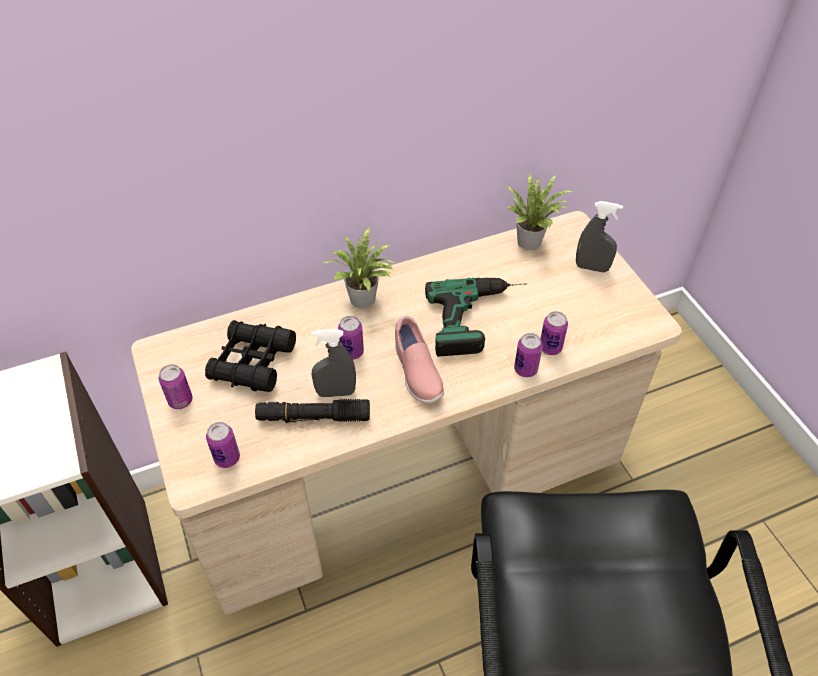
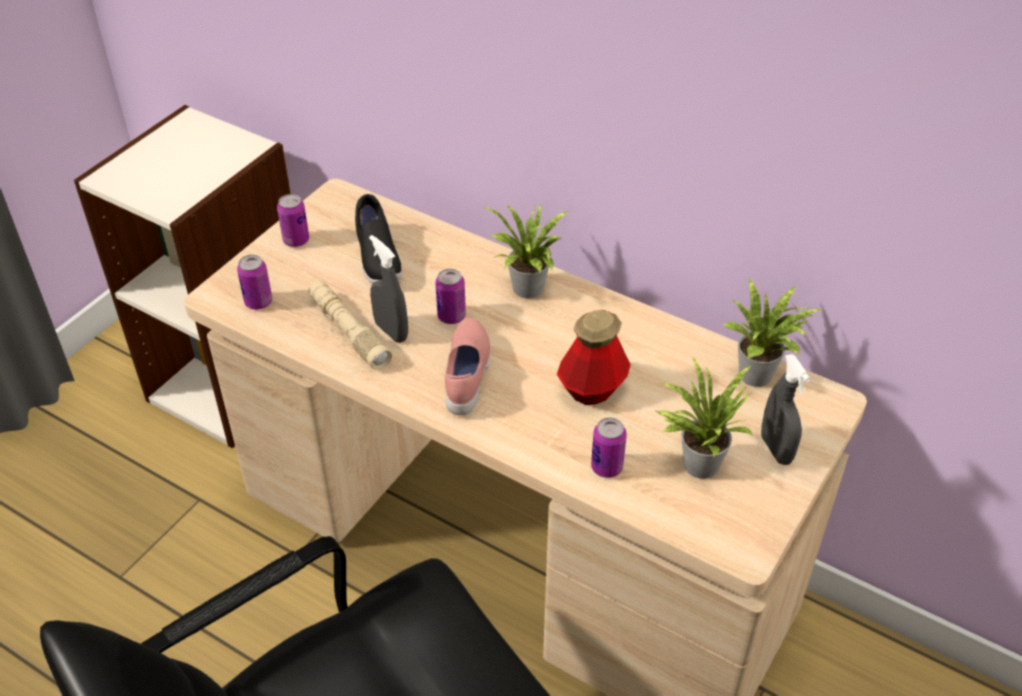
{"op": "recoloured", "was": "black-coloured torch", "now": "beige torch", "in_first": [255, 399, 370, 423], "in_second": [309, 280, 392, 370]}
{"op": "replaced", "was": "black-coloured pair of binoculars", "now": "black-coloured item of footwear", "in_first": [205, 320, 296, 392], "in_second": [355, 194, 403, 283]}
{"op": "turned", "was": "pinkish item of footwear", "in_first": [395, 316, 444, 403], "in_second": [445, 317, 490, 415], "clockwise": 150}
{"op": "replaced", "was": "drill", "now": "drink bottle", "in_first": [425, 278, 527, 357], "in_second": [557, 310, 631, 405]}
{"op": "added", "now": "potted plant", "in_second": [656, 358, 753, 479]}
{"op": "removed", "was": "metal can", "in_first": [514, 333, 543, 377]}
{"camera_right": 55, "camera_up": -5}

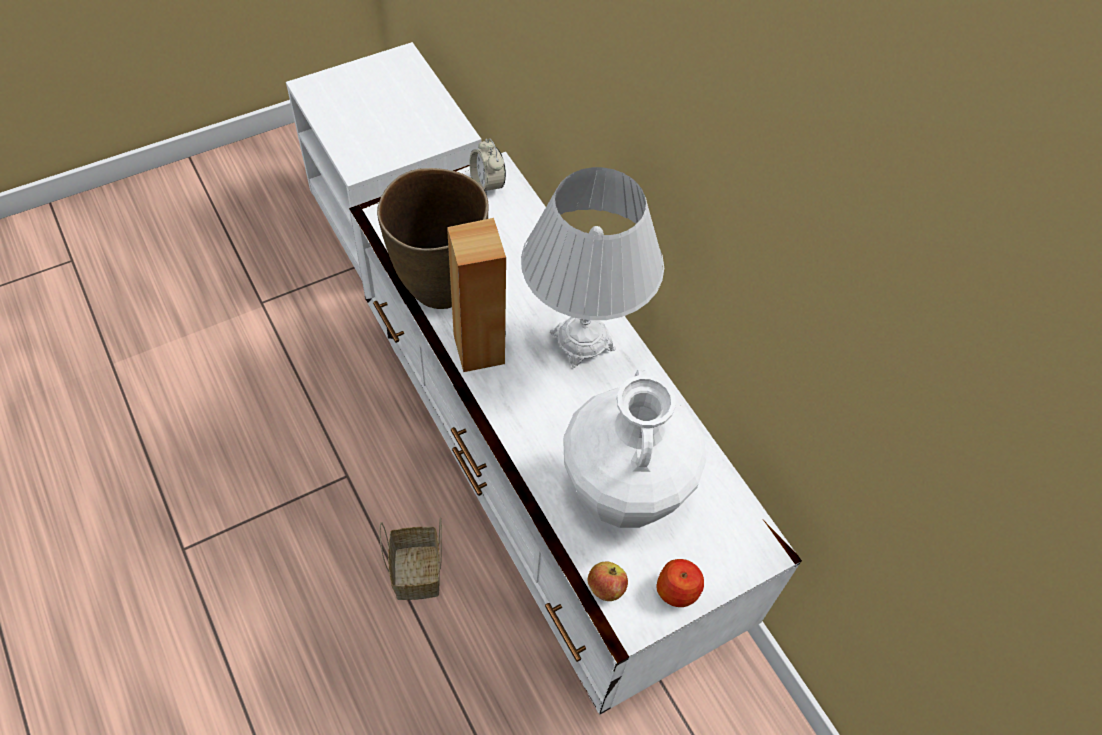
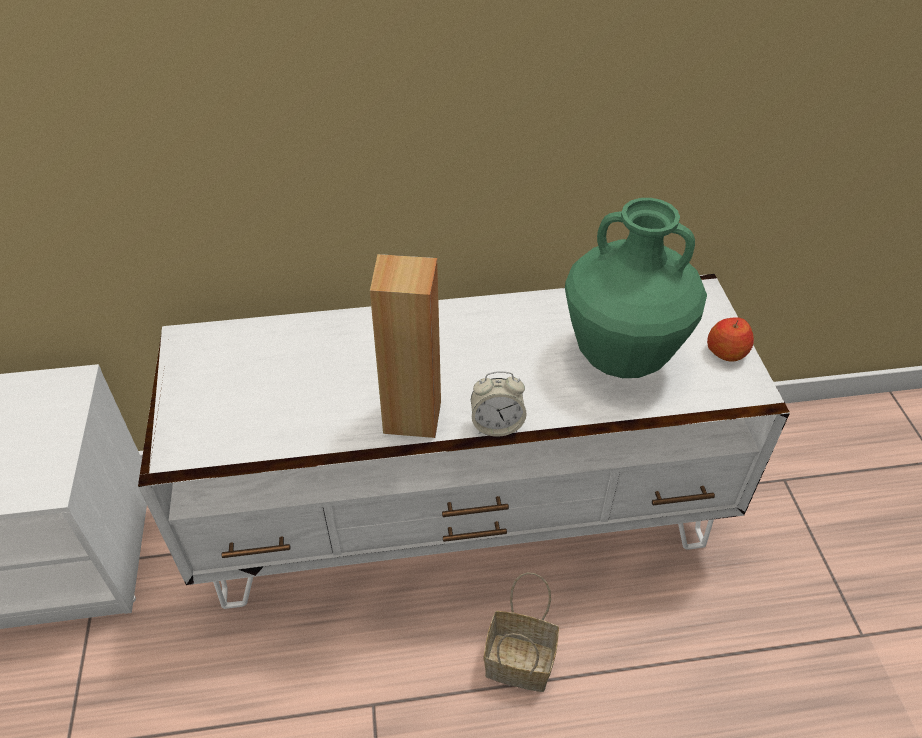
{"op": "moved", "was": "bedside clock", "in_first": [469, 138, 506, 194], "in_second": [471, 371, 527, 437]}
{"op": "recoloured", "was": "whitish decorative vase", "now": "green decorative vase", "in_first": [563, 370, 707, 528], "in_second": [565, 198, 707, 378]}
{"op": "removed", "was": "brown-coloured decorative vase", "in_first": [377, 168, 488, 309]}
{"op": "removed", "was": "whitish tabletop lamp", "in_first": [521, 167, 664, 368]}
{"op": "removed", "was": "apple", "in_first": [588, 561, 628, 601]}
{"camera_right": -65, "camera_up": -10}

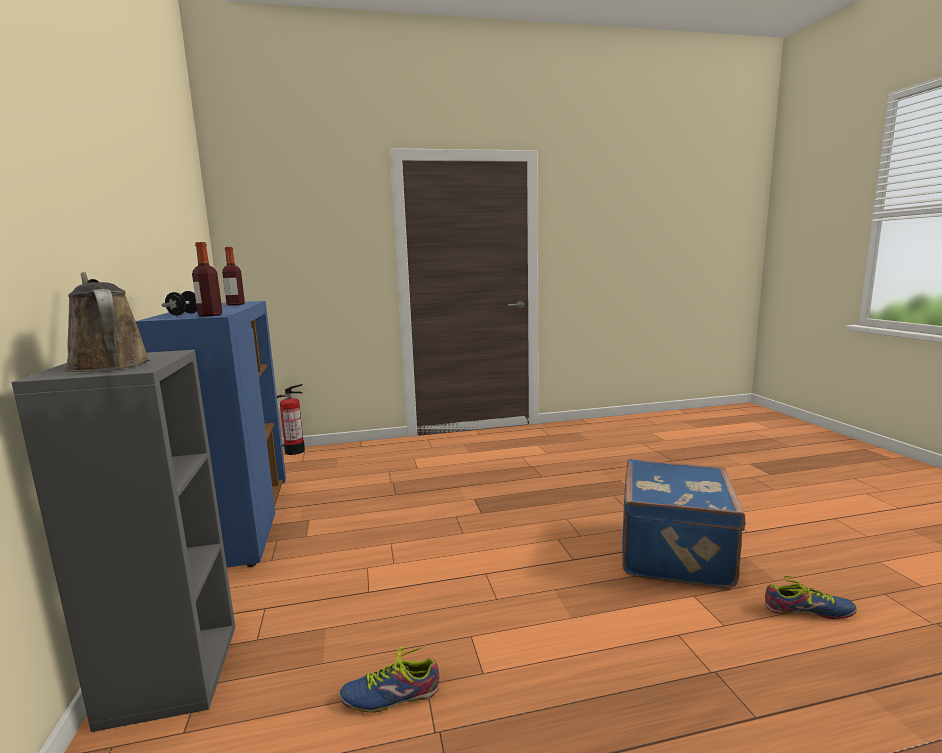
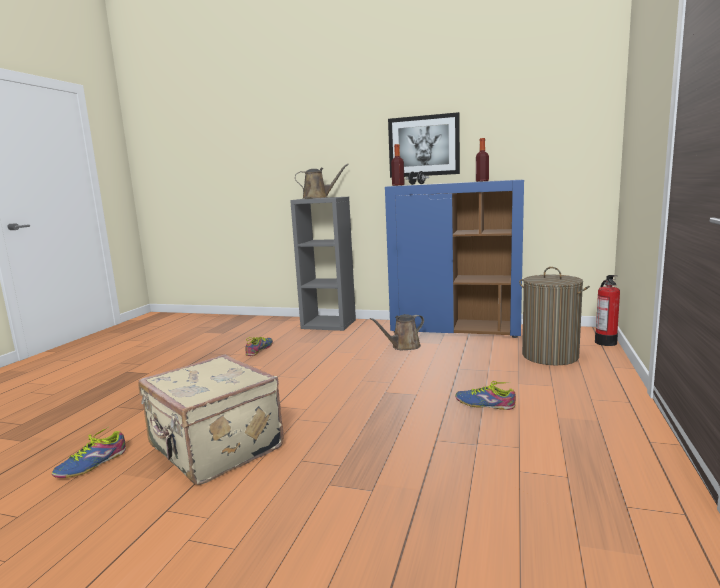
{"op": "recoloured", "was": "bluish suitcase", "now": "beige suitcase", "in_first": [622, 459, 747, 589], "in_second": [138, 354, 284, 485]}
{"op": "added", "now": "brown-coloured watering pot", "in_second": [370, 314, 424, 351]}
{"op": "added", "now": "wall picture", "in_second": [388, 112, 460, 178]}
{"op": "added", "now": "item of footwear", "in_second": [455, 381, 516, 410]}
{"op": "added", "now": "laundry basket", "in_second": [519, 267, 590, 365]}
{"camera_right": 120, "camera_up": 0}

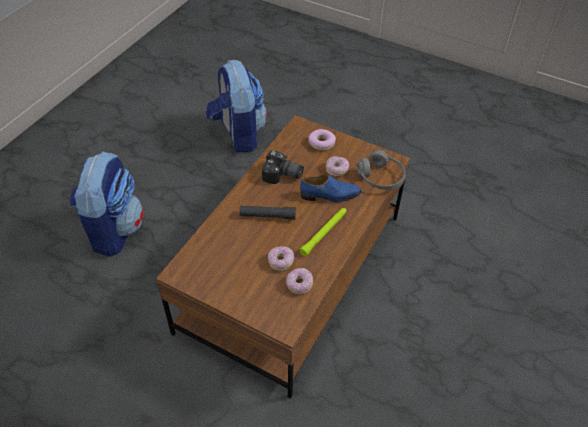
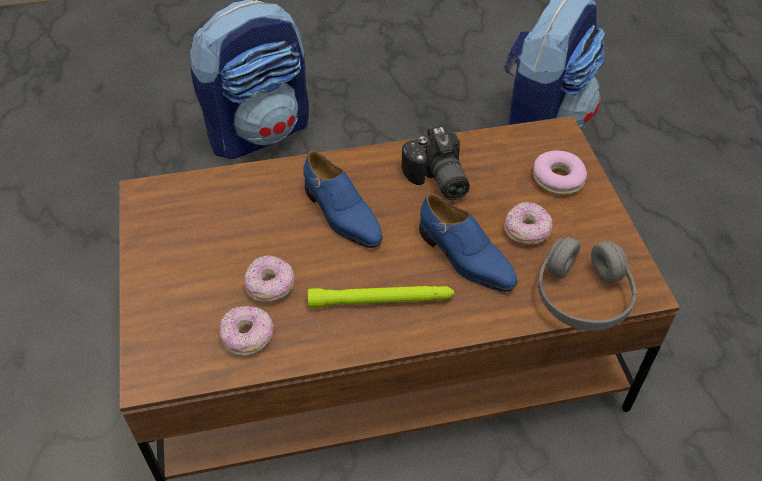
{"op": "replaced", "was": "black-coloured torch", "now": "bluish item of footwear", "in_first": [239, 206, 296, 220], "in_second": [303, 151, 383, 248]}
{"camera_right": 50, "camera_up": 0}

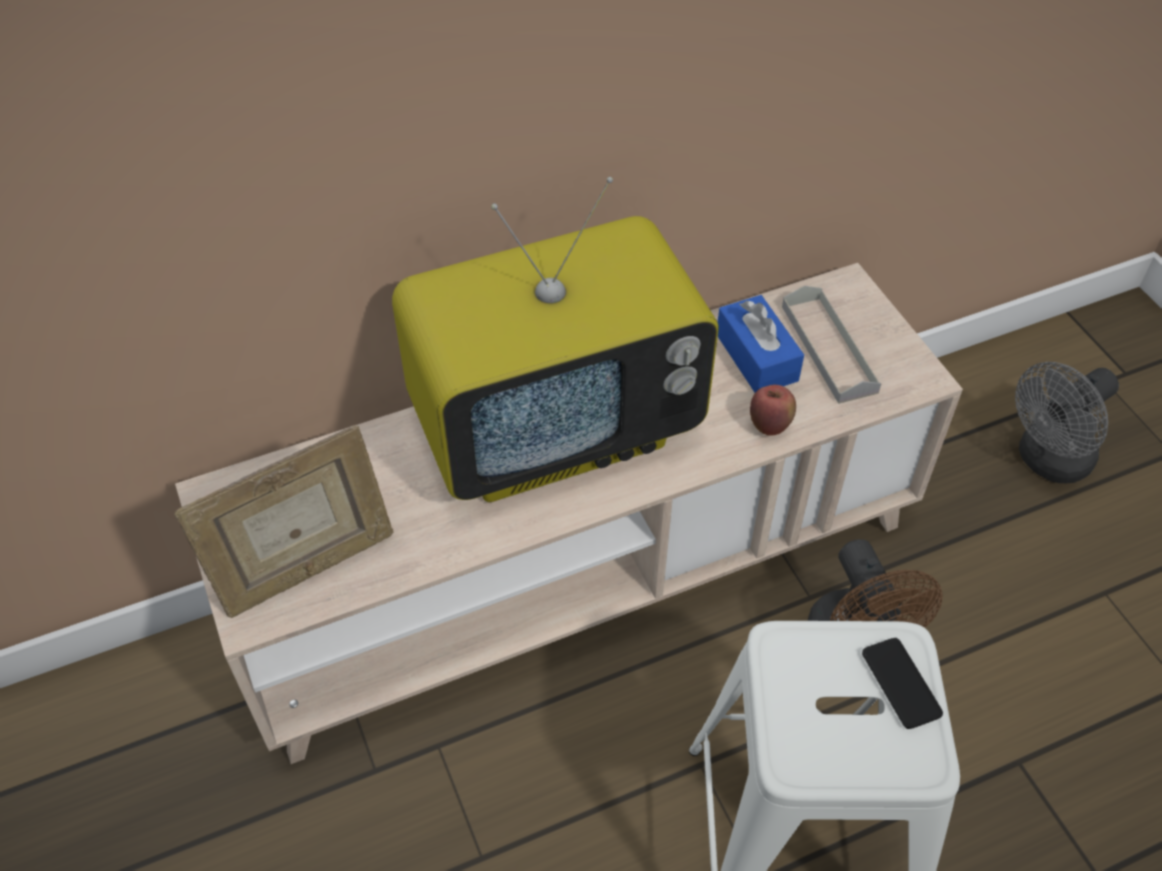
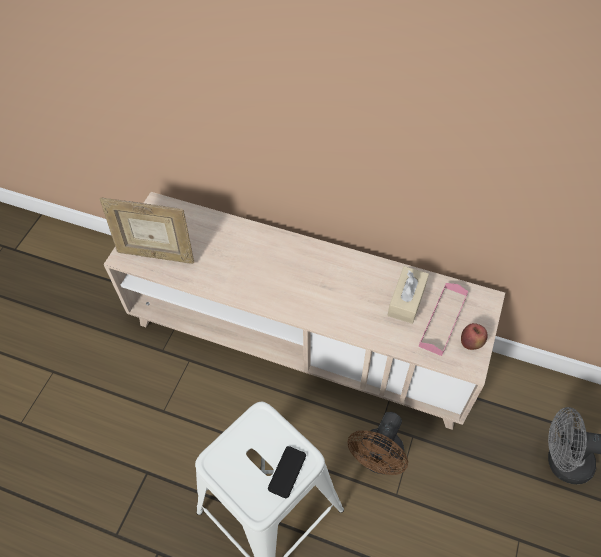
{"op": "recoloured", "was": "bluish tissue holder", "now": "beige tissue holder", "in_first": [718, 295, 804, 392], "in_second": [387, 266, 429, 324]}
{"op": "recoloured", "was": "gray carrying tray", "now": "pinkish carrying tray", "in_first": [782, 286, 881, 404], "in_second": [419, 283, 468, 356]}
{"op": "moved", "was": "apple", "in_first": [750, 385, 796, 436], "in_second": [461, 323, 488, 350]}
{"op": "removed", "was": "TV", "in_first": [392, 177, 719, 502]}
{"camera_right": 45, "camera_up": 5}

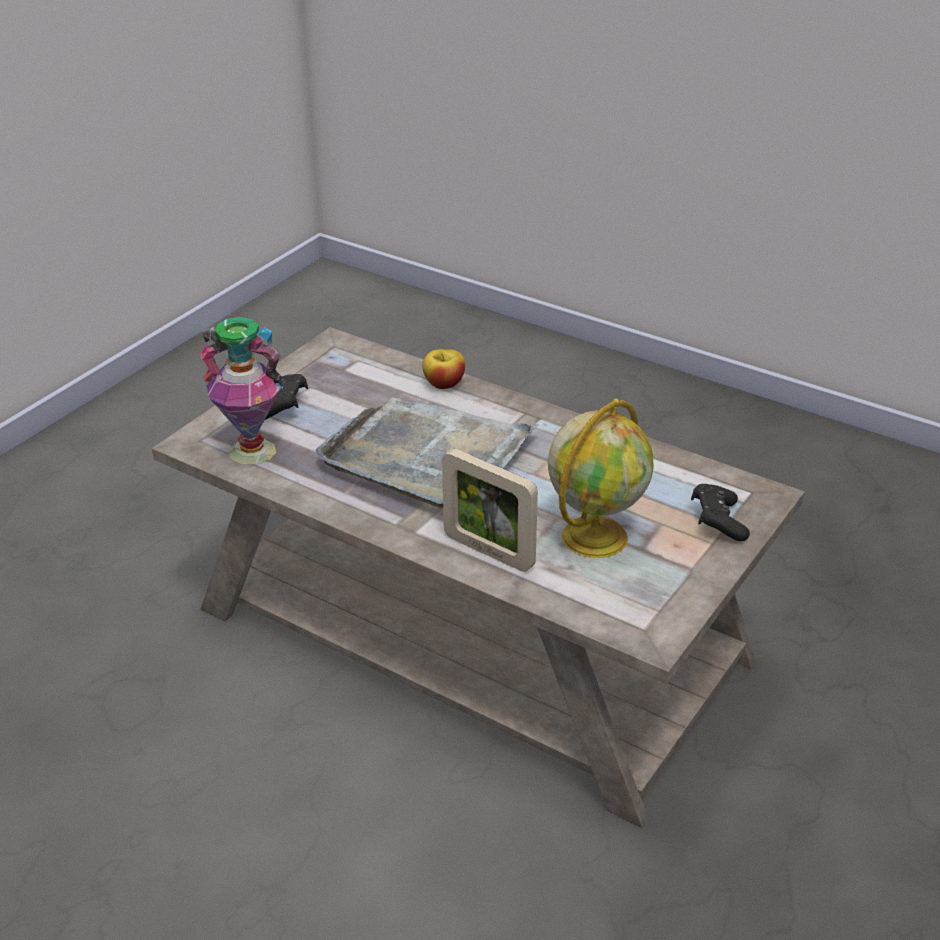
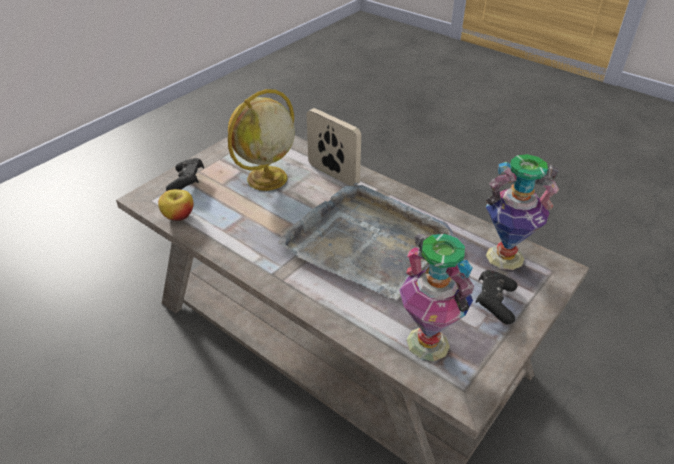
{"op": "moved", "was": "apple", "in_first": [422, 349, 465, 389], "in_second": [158, 189, 193, 221]}
{"op": "added", "now": "decorative vase", "in_second": [399, 234, 474, 361]}
{"camera_right": -175, "camera_up": 5}

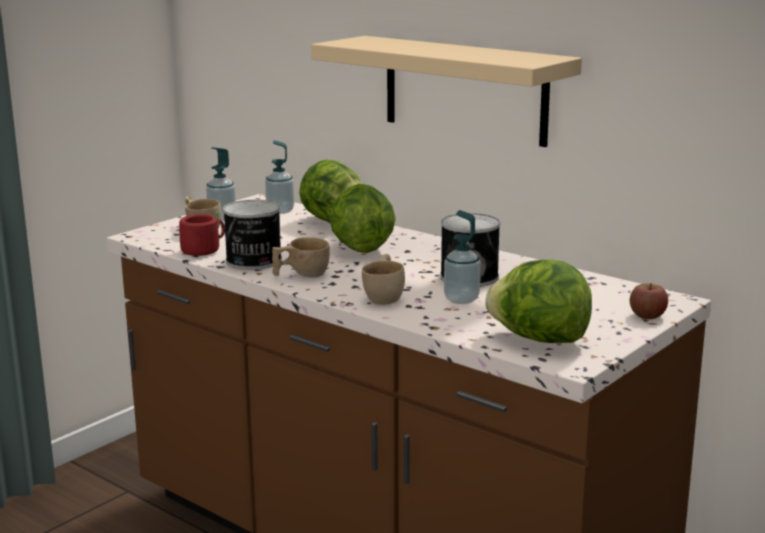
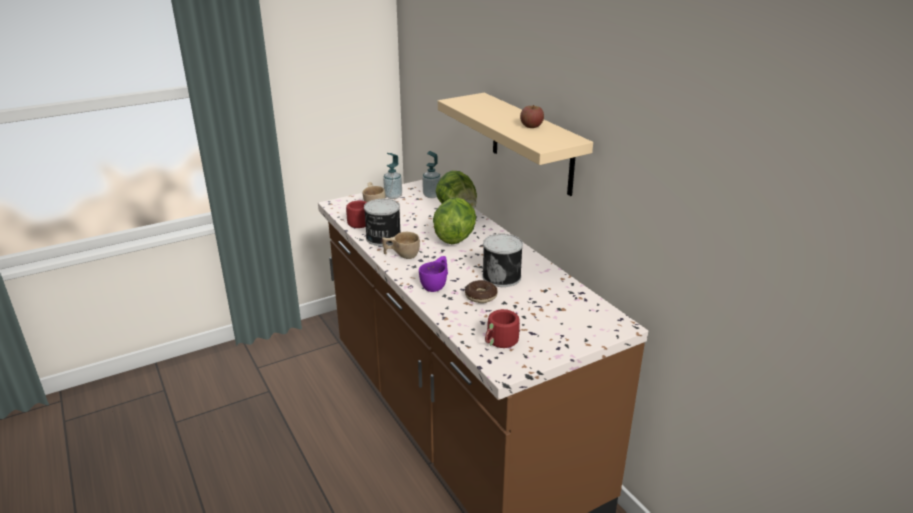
{"op": "recoloured", "was": "beige drinking cup", "now": "purple-coloured drinking cup", "in_first": [362, 254, 405, 305], "in_second": [419, 256, 448, 292]}
{"op": "replaced", "was": "soap bottle", "now": "donut", "in_first": [444, 210, 480, 304], "in_second": [465, 280, 497, 303]}
{"op": "replaced", "was": "head of lettuce", "now": "reddish coffee mug", "in_first": [485, 260, 592, 343], "in_second": [485, 309, 520, 348]}
{"op": "moved", "was": "apple", "in_first": [630, 283, 668, 319], "in_second": [520, 105, 544, 128]}
{"camera_right": 20, "camera_up": 10}

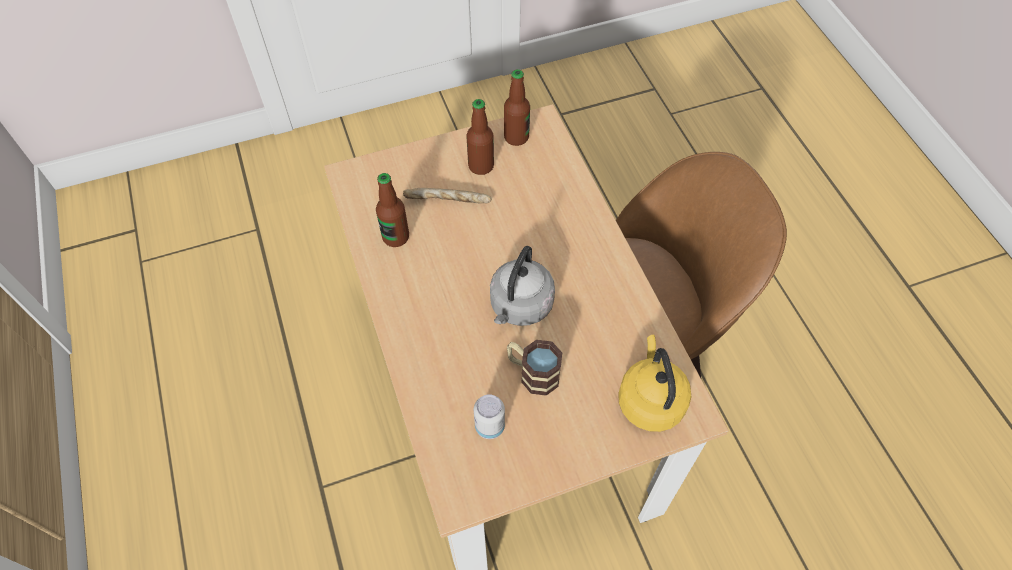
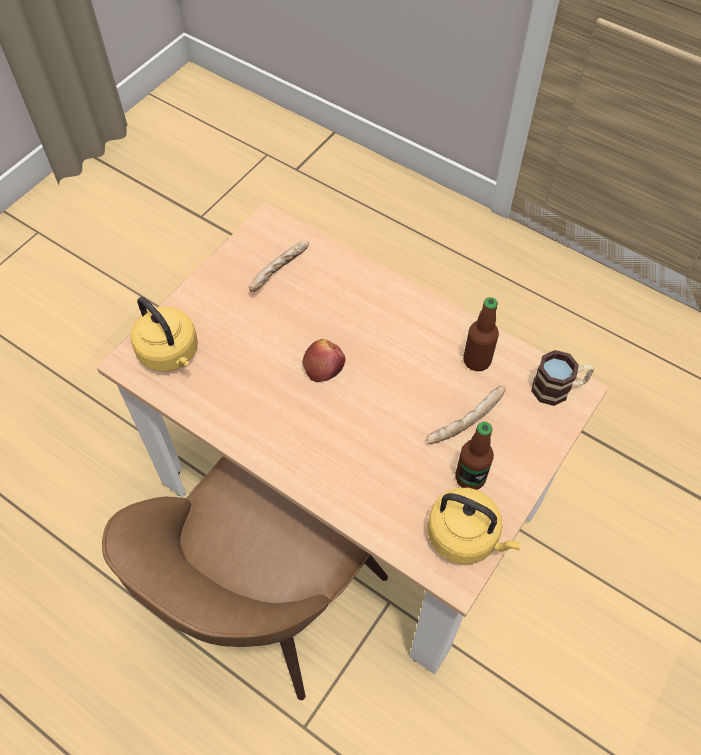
{"op": "replaced", "was": "metal can", "now": "baked bread", "in_first": [474, 394, 505, 439], "in_second": [249, 241, 309, 292]}
{"op": "replaced", "was": "gray kettle", "now": "apple", "in_first": [490, 246, 555, 326], "in_second": [302, 339, 346, 382]}
{"op": "replaced", "was": "drink bottle", "now": "yellow kettle", "in_first": [504, 69, 530, 146], "in_second": [428, 488, 521, 564]}
{"op": "moved", "was": "coffee mug", "in_first": [507, 340, 562, 396], "in_second": [531, 350, 594, 406]}
{"camera_right": 145, "camera_up": 0}

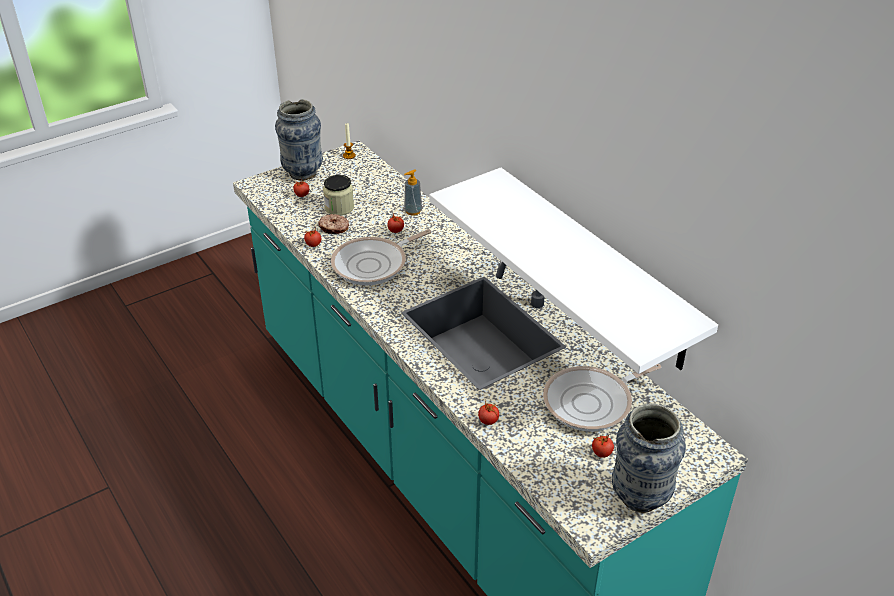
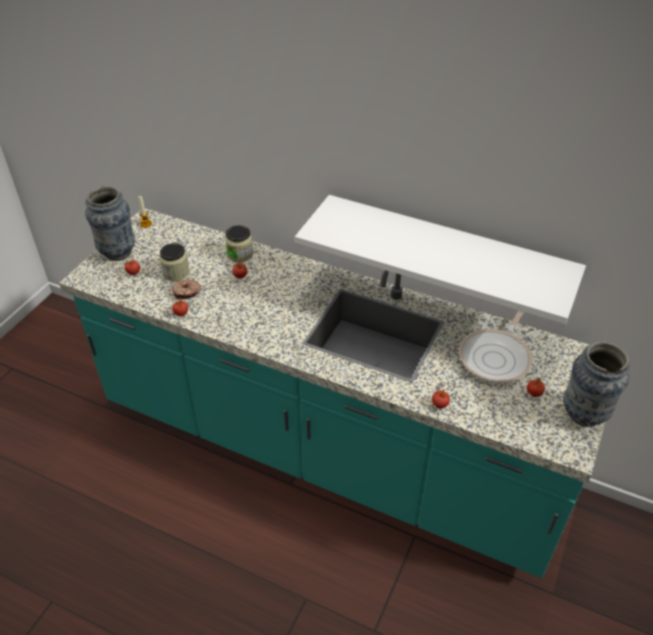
{"op": "replaced", "was": "soap bottle", "now": "storage jar", "in_first": [404, 169, 422, 215], "in_second": [225, 225, 253, 262]}
{"op": "removed", "was": "frying pan", "in_first": [331, 229, 431, 285]}
{"camera_right": -30, "camera_up": 5}

